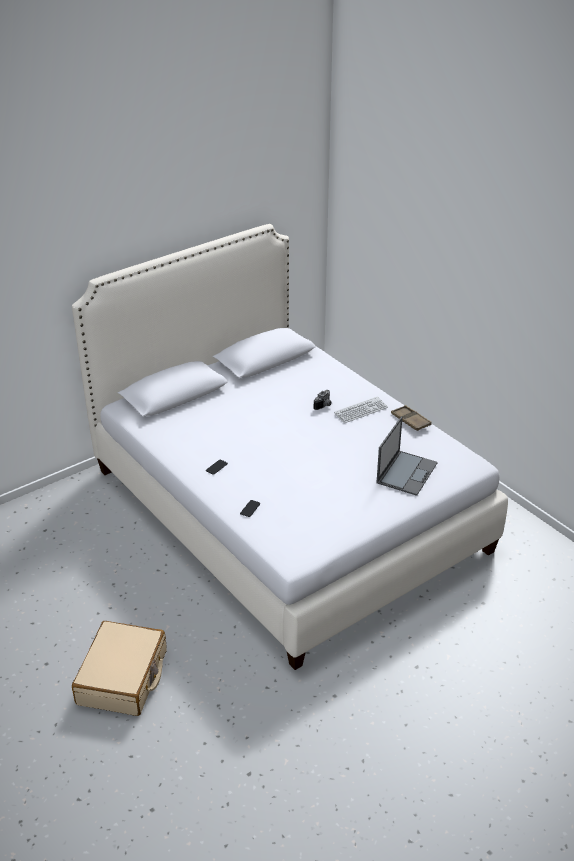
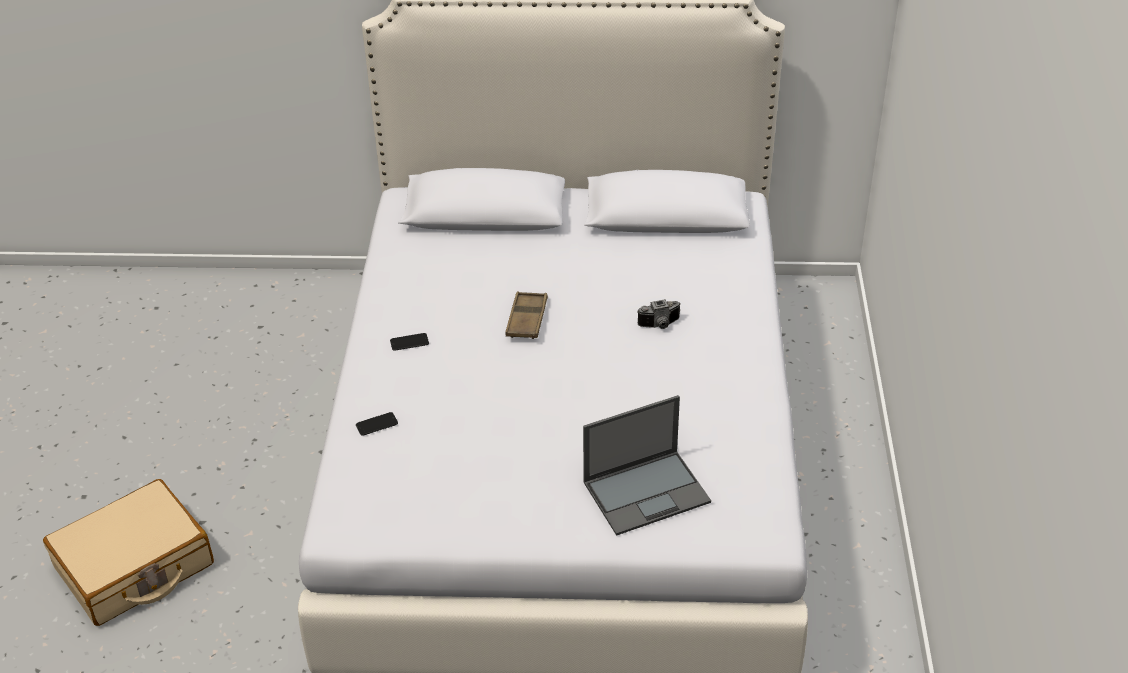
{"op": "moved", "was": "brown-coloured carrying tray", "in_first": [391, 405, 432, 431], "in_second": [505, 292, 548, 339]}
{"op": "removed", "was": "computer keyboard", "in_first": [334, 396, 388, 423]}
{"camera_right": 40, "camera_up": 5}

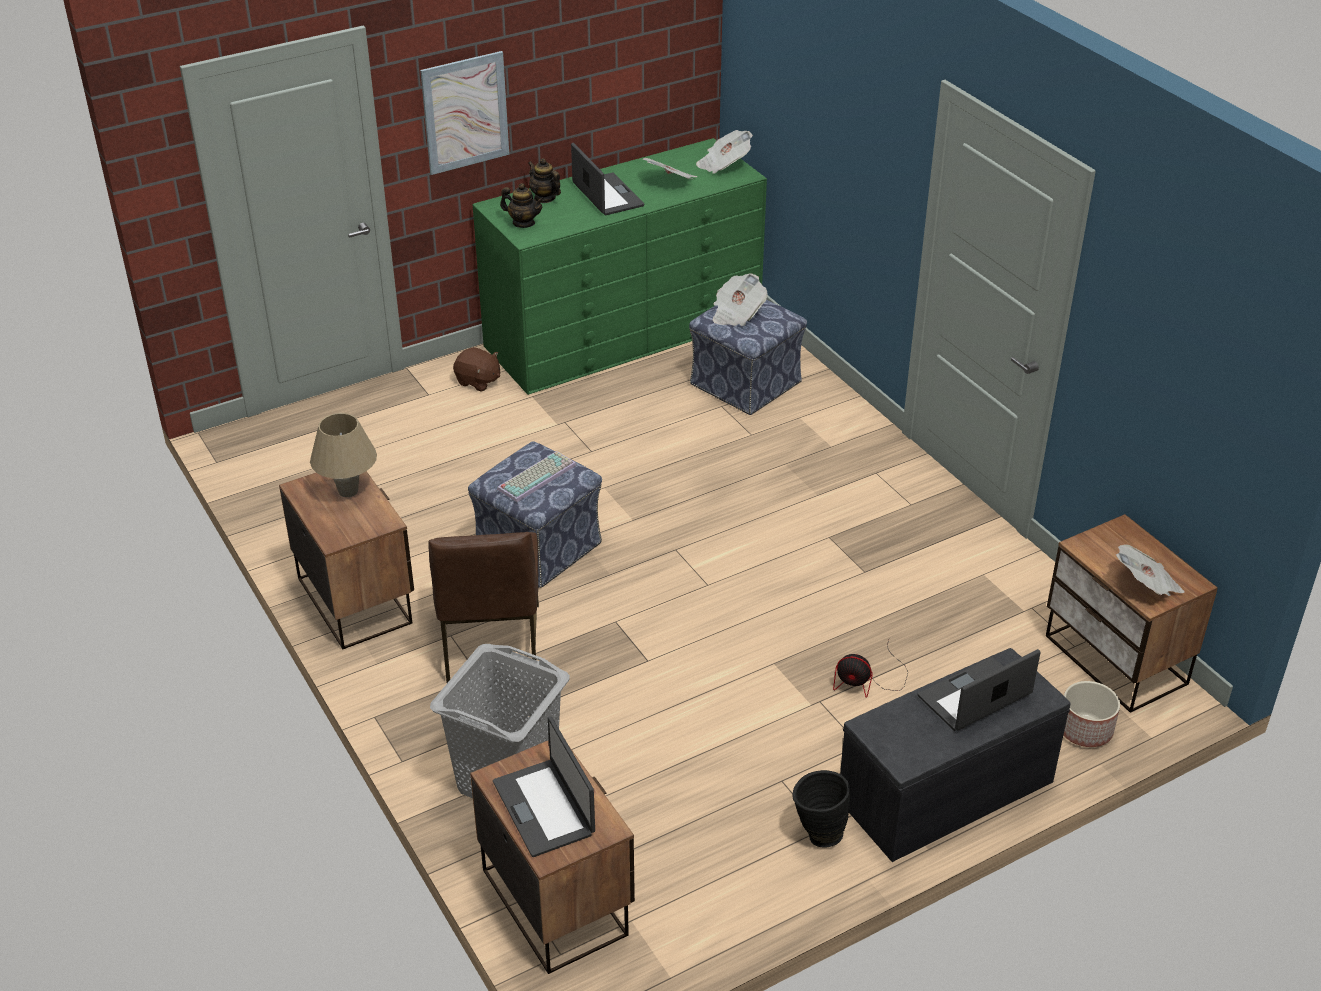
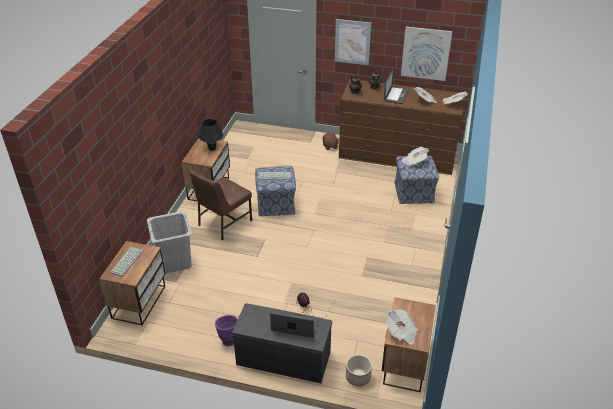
{"op": "replaced", "was": "laptop", "now": "computer keyboard", "in_first": [493, 716, 595, 857], "in_second": [111, 247, 143, 277]}
{"op": "recoloured", "was": "beige tabletop lamp", "now": "black-coloured tabletop lamp", "in_first": [310, 413, 377, 497], "in_second": [199, 119, 223, 151]}
{"op": "recoloured", "was": "black-coloured decorative vase", "now": "purple-coloured decorative vase", "in_first": [793, 770, 850, 847], "in_second": [215, 315, 238, 347]}
{"op": "recoloured", "was": "green drawer chest", "now": "brown-coloured drawer chest", "in_first": [472, 138, 767, 395], "in_second": [339, 79, 465, 175]}
{"op": "added", "now": "wall picture", "in_second": [401, 27, 452, 81]}
{"camera_right": 45, "camera_up": 0}

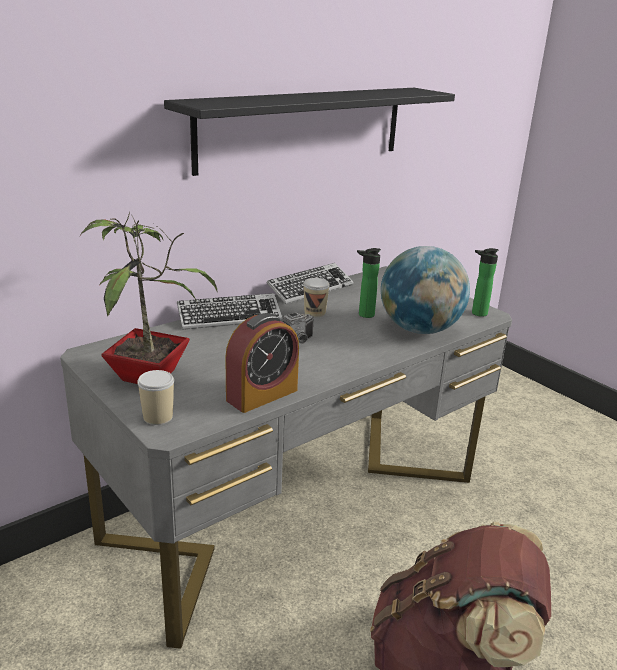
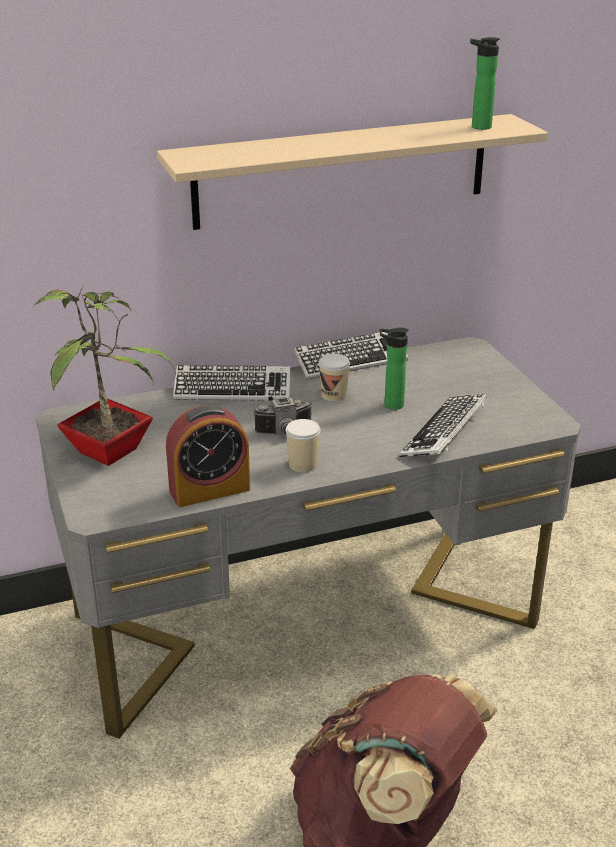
{"op": "recoloured", "was": "black-coloured wall shelf", "now": "beige wall shelf", "in_first": [164, 88, 455, 176], "in_second": [157, 114, 548, 230]}
{"op": "moved", "was": "drinking cup", "in_first": [137, 370, 174, 425], "in_second": [286, 419, 321, 472]}
{"op": "replaced", "was": "desk globe", "now": "computer keyboard", "in_first": [381, 246, 470, 334], "in_second": [399, 394, 487, 457]}
{"op": "moved", "was": "drink bottle", "in_first": [472, 248, 498, 317], "in_second": [470, 37, 500, 130]}
{"camera_right": 20, "camera_up": 5}

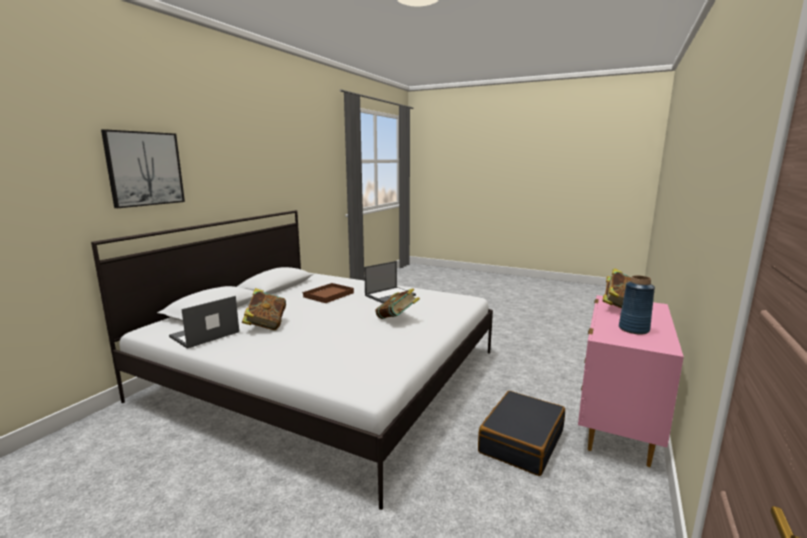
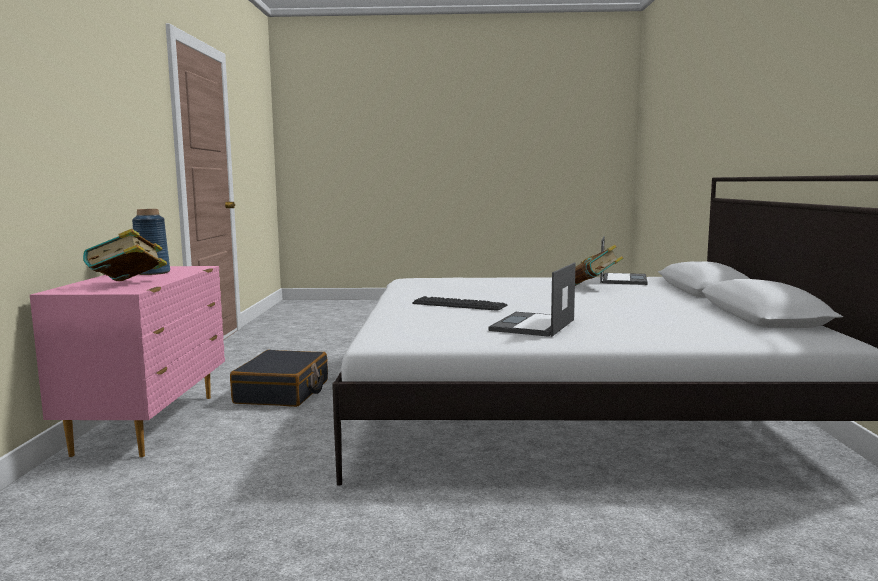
{"op": "replaced", "was": "bound book", "now": "computer keyboard", "in_first": [375, 288, 420, 319], "in_second": [412, 296, 507, 311]}
{"op": "removed", "was": "wall picture", "in_first": [101, 129, 185, 208]}
{"op": "removed", "was": "brown-coloured carrying tray", "in_first": [302, 283, 354, 303]}
{"camera_right": 155, "camera_up": -5}

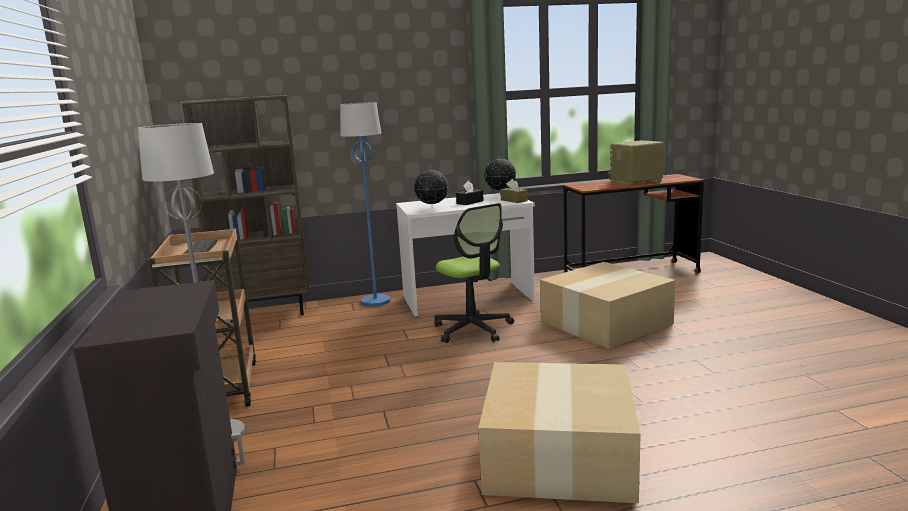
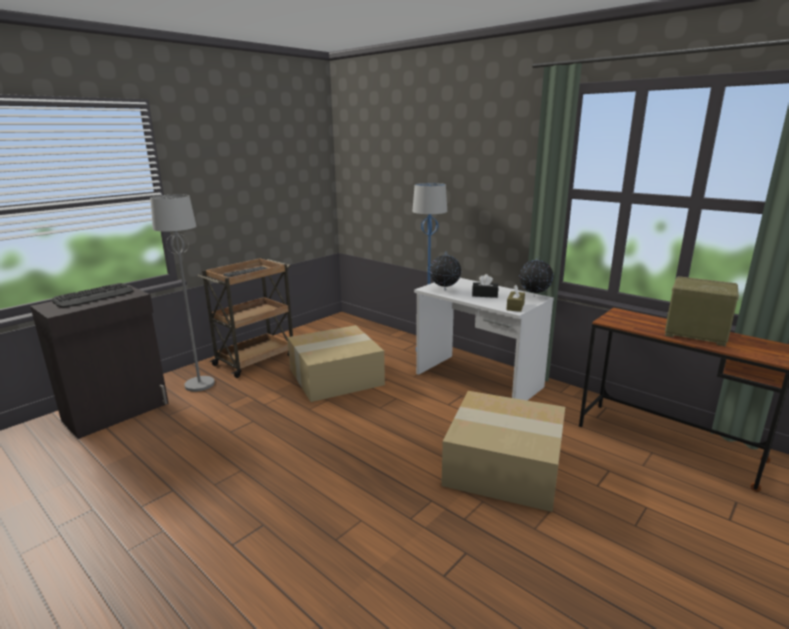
{"op": "added", "now": "computer keyboard", "in_second": [51, 283, 133, 308]}
{"op": "moved", "was": "cardboard box", "in_first": [478, 362, 641, 503], "in_second": [287, 325, 385, 402]}
{"op": "removed", "was": "brown-coloured bookshelf", "in_first": [179, 95, 310, 315]}
{"op": "removed", "was": "office chair", "in_first": [434, 203, 514, 343]}
{"camera_right": 55, "camera_up": 5}

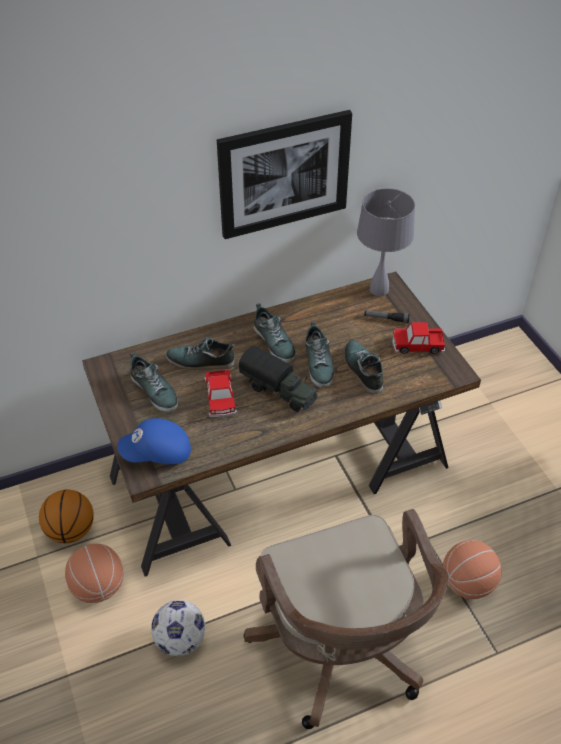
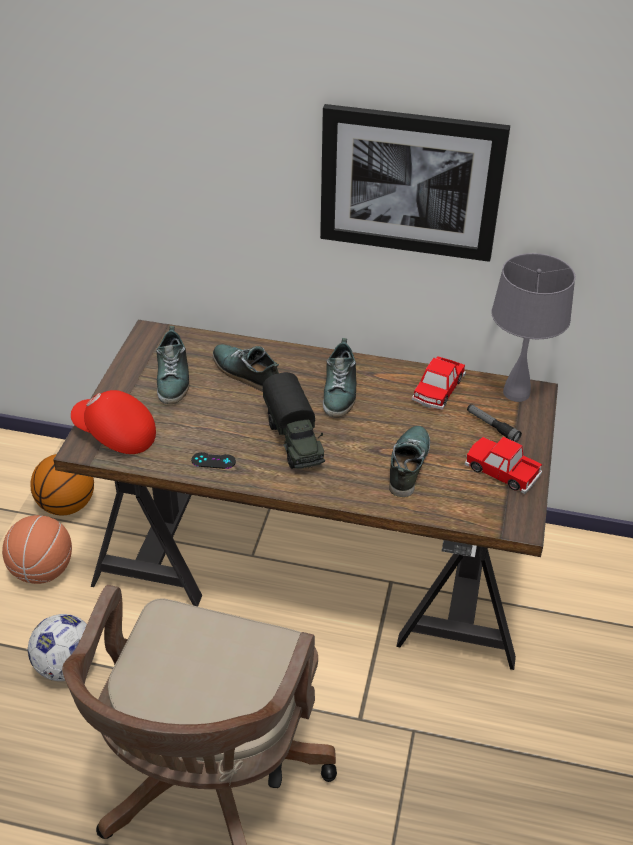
{"op": "recoloured", "was": "bluish peaked cap", "now": "reddish peaked cap", "in_first": [117, 418, 191, 465], "in_second": [71, 390, 156, 454]}
{"op": "added", "now": "black-coloured joypad", "in_second": [191, 452, 236, 469]}
{"op": "moved", "was": "miniature car", "in_first": [204, 370, 237, 418], "in_second": [412, 356, 466, 410]}
{"op": "removed", "was": "item of footwear", "in_first": [305, 322, 335, 388]}
{"op": "removed", "was": "basketball", "in_first": [443, 540, 502, 599]}
{"camera_right": 35, "camera_up": -5}

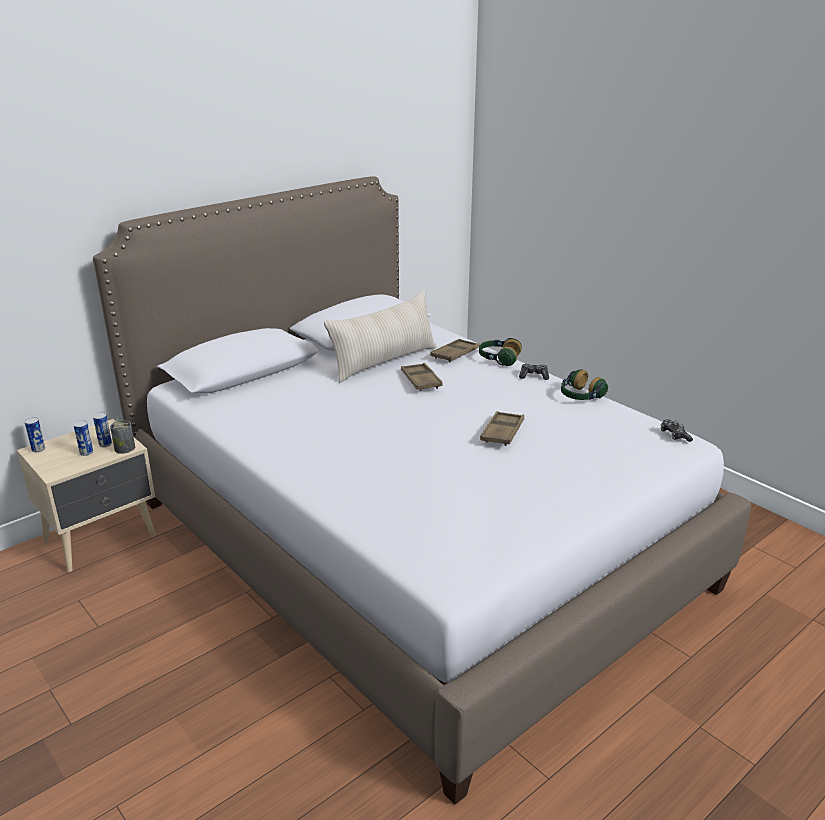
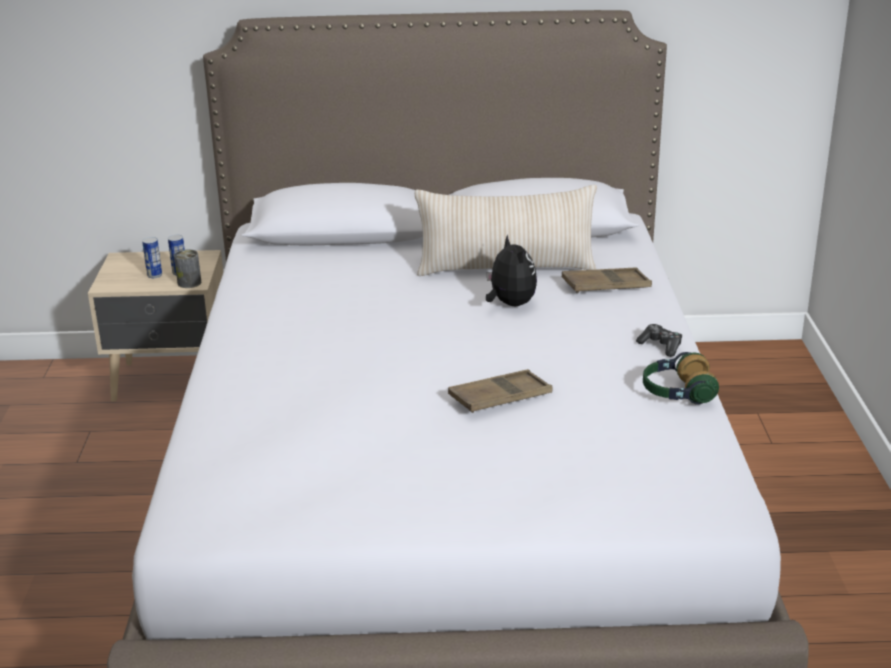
{"op": "replaced", "was": "brown-coloured carrying tray", "now": "soft toy", "in_first": [401, 363, 442, 391], "in_second": [486, 234, 537, 306]}
{"op": "removed", "was": "metal can", "in_first": [24, 417, 45, 452]}
{"op": "removed", "was": "headset", "in_first": [479, 338, 522, 366]}
{"op": "removed", "was": "joypad", "in_first": [661, 420, 693, 442]}
{"camera_right": 40, "camera_up": 0}

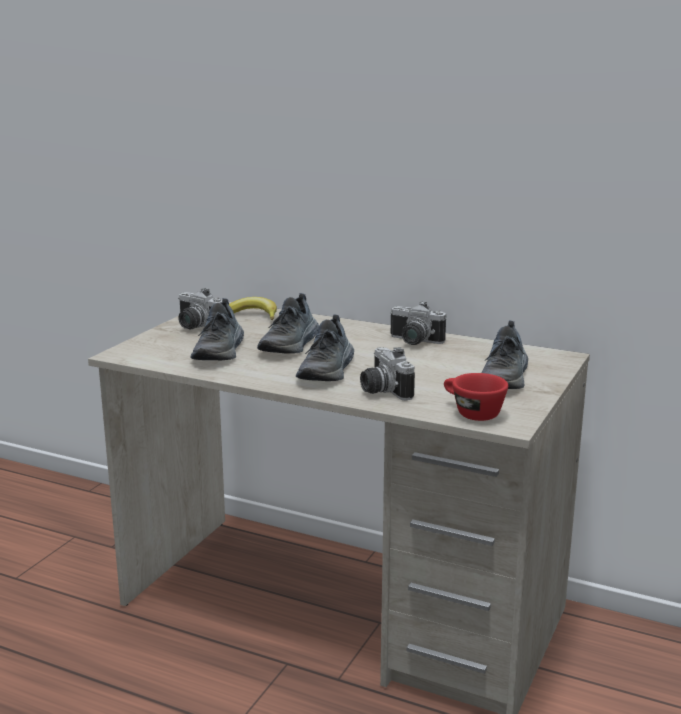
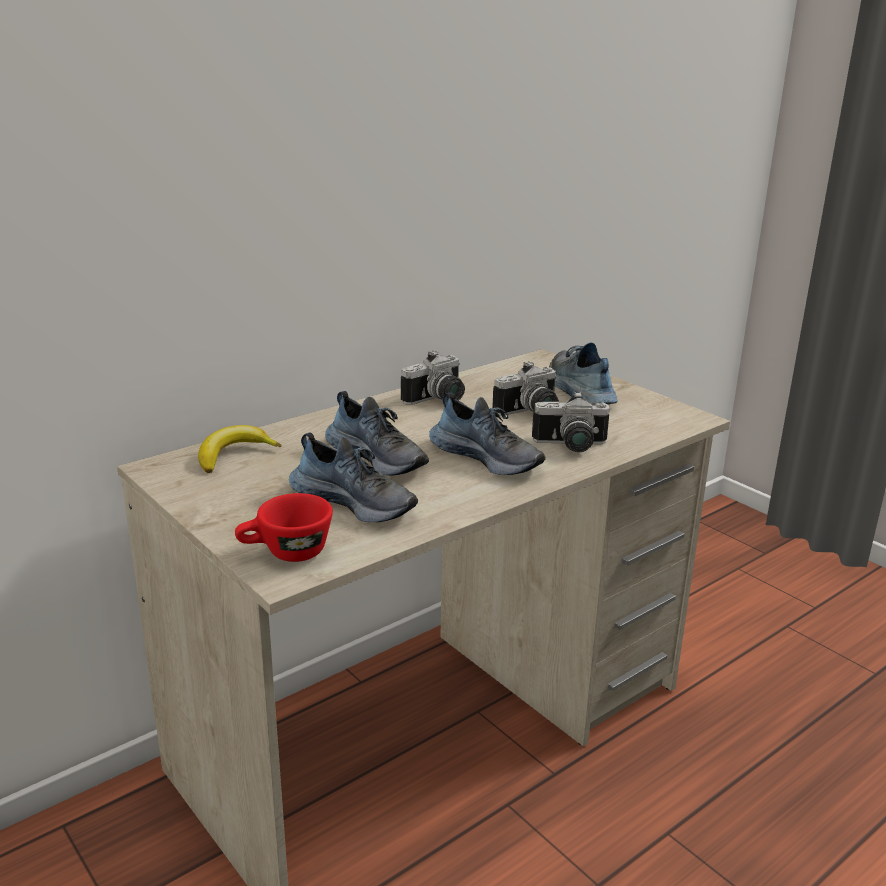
{"op": "moved", "was": "reddish drinking cup", "in_first": [444, 373, 508, 421], "in_second": [235, 493, 333, 562]}
{"op": "moved", "was": "photo camera", "in_first": [178, 288, 222, 329], "in_second": [492, 361, 559, 416]}
{"op": "turned", "was": "item of footwear", "in_first": [482, 321, 528, 389], "in_second": [549, 342, 618, 404], "clockwise": -150}
{"camera_right": -65, "camera_up": 5}

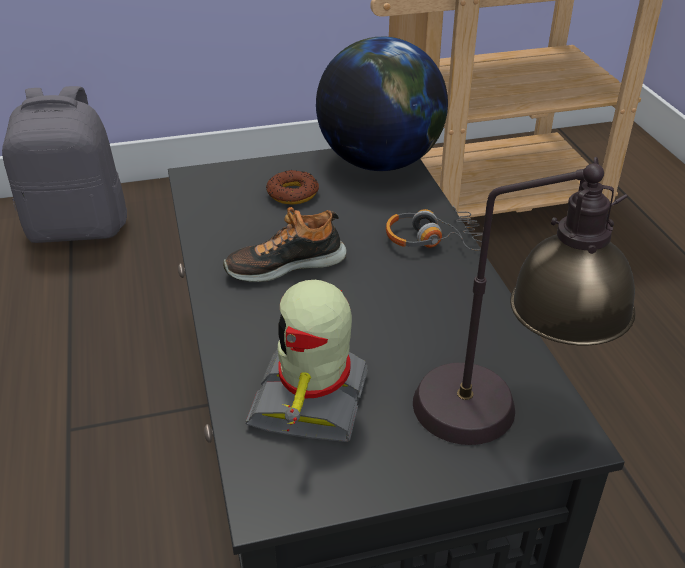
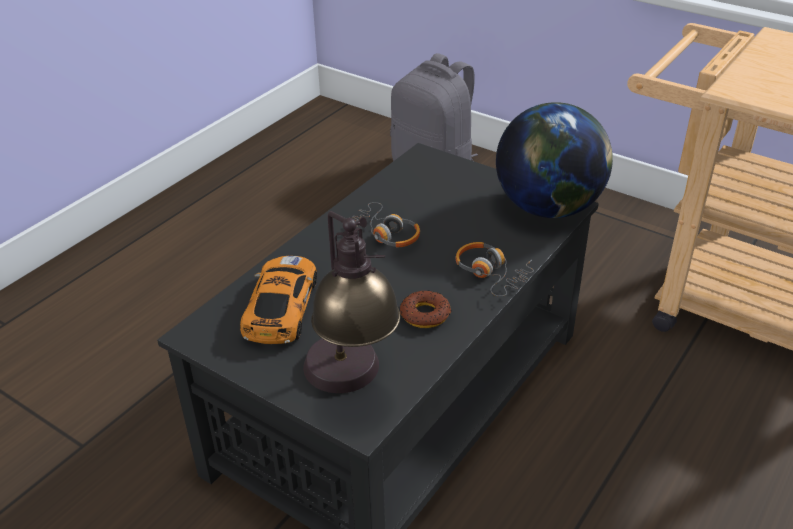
{"op": "replaced", "was": "model robot", "now": "miniature car", "in_first": [245, 280, 368, 442], "in_second": [240, 256, 317, 344]}
{"op": "replaced", "was": "item of footwear", "now": "headset", "in_first": [223, 207, 347, 282], "in_second": [353, 202, 420, 248]}
{"op": "moved", "was": "donut", "in_first": [266, 170, 319, 205], "in_second": [400, 290, 451, 328]}
{"camera_right": 50, "camera_up": 0}

